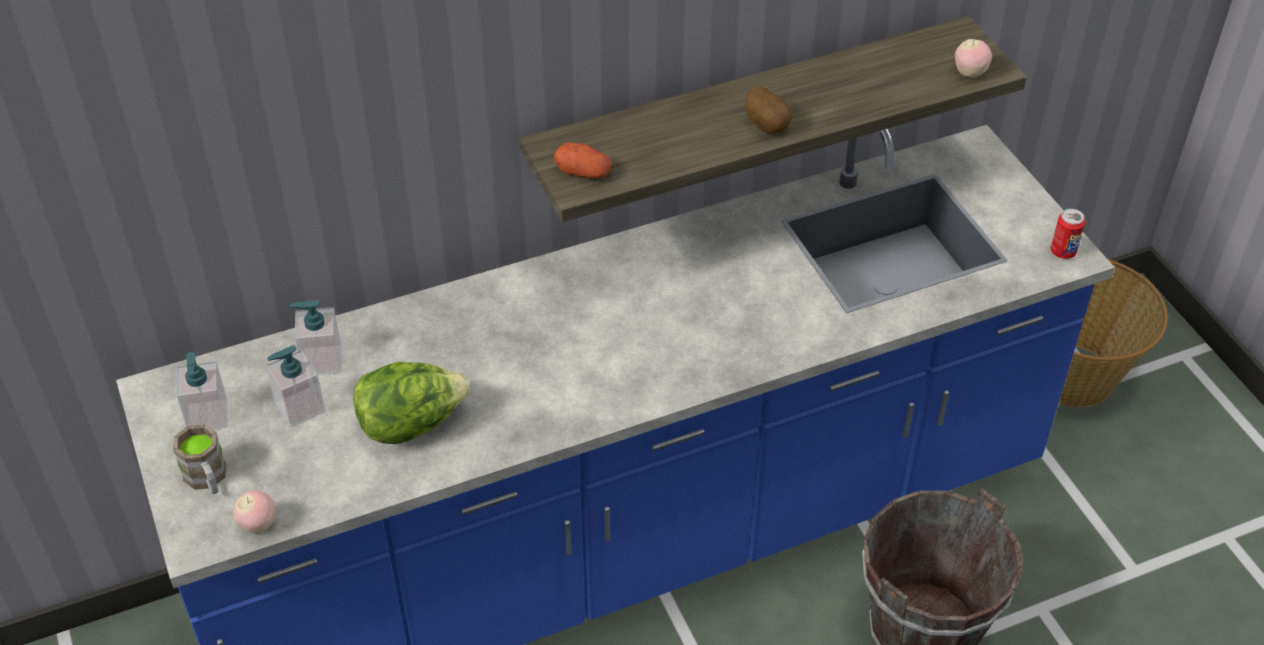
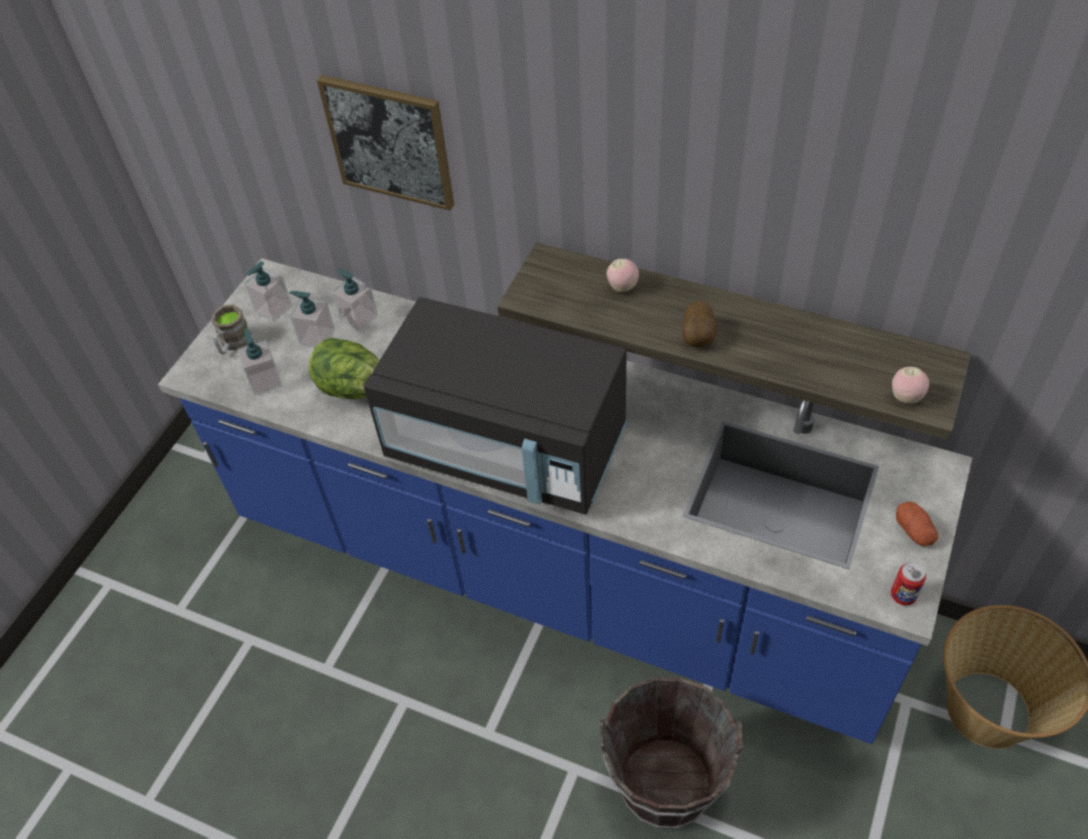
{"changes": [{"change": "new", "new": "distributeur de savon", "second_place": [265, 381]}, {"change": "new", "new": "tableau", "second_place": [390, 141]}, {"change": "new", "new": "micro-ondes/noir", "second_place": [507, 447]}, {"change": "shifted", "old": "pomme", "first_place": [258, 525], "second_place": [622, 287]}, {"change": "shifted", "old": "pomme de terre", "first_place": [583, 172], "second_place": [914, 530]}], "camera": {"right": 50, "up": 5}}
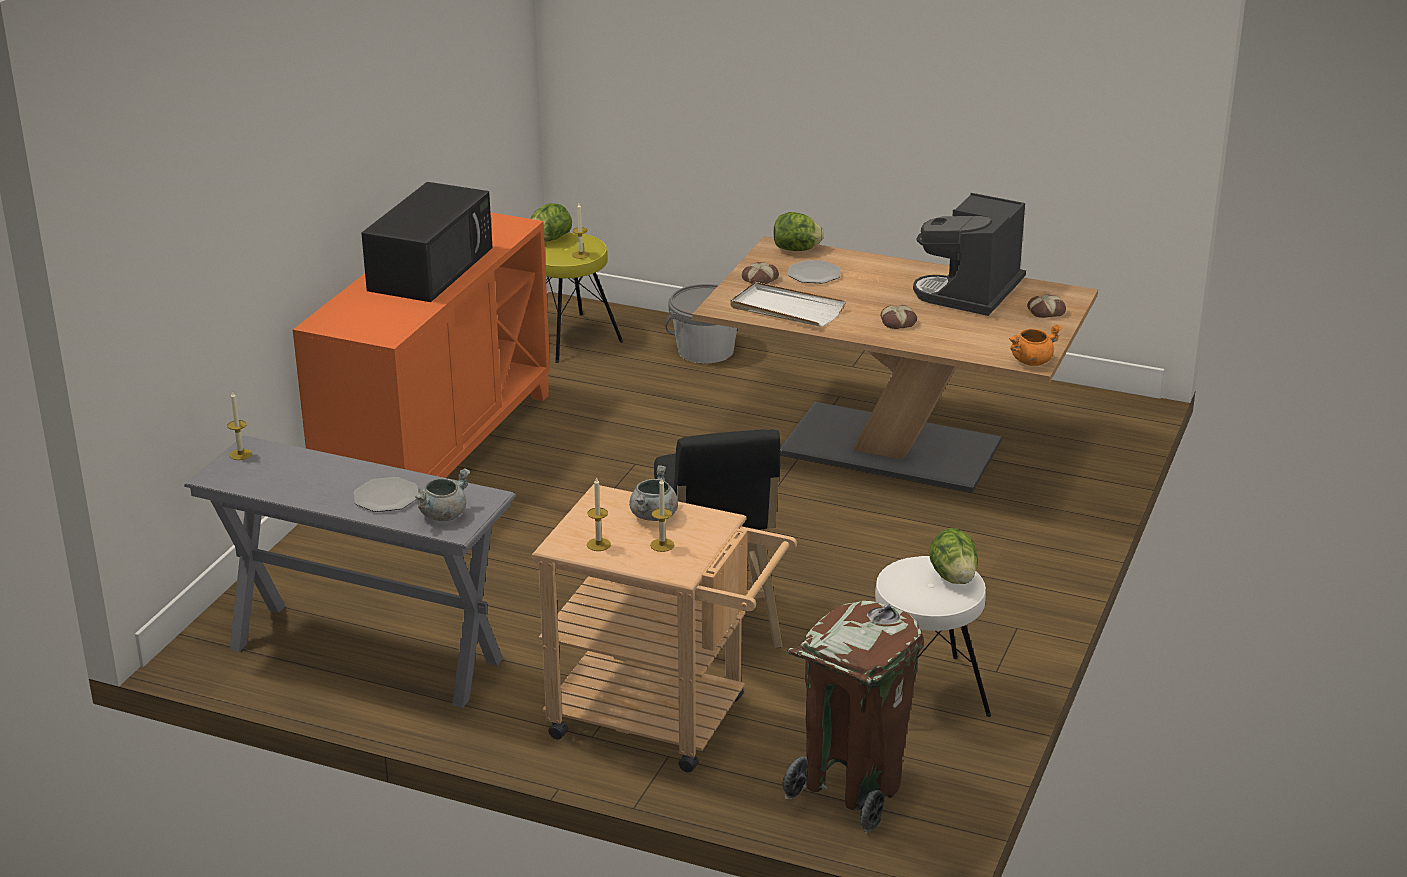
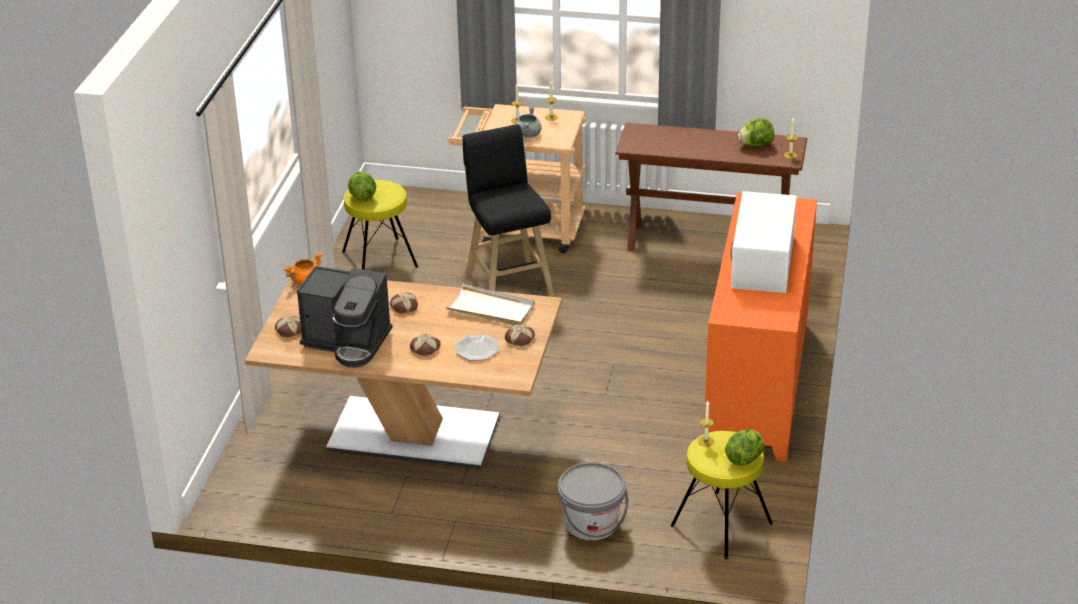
{"changes": [{"change": "gone", "old": "assiette", "first_place": [386, 497]}, {"change": "gone", "old": "marmite/gris", "first_place": [443, 514]}, {"change": "gone", "old": "poubelle/marron", "first_place": [851, 790]}, {"change": "new", "new": "pain", "second_place": [425, 348]}, {"change": "shifted", "old": "laitue", "first_place": [796, 249], "second_place": [755, 145]}, {"change": "repainted", "old": "table console/gris", "new": "table console/marron", "first_place": [365, 653], "second_place": [707, 243]}, {"change": "repainted", "old": "micro-ondes/noir", "new": "micro-ondes/blanc", "first_place": [431, 268], "second_place": [763, 262]}, {"change": "repainted", "old": "tabouret/blanc", "new": "tabouret/jaune", "first_place": [923, 693], "second_place": [380, 259]}, {"change": "rotated", "old": "machine à café", "first_place": [971, 293], "second_place": [348, 342], "degrees": 90}], "camera": {"right": 170, "up": 5}}
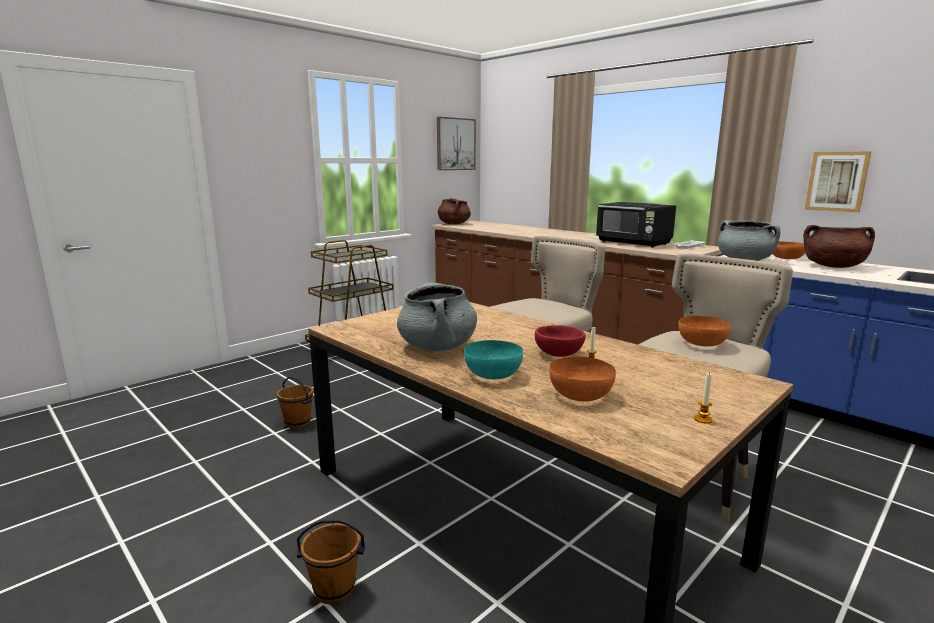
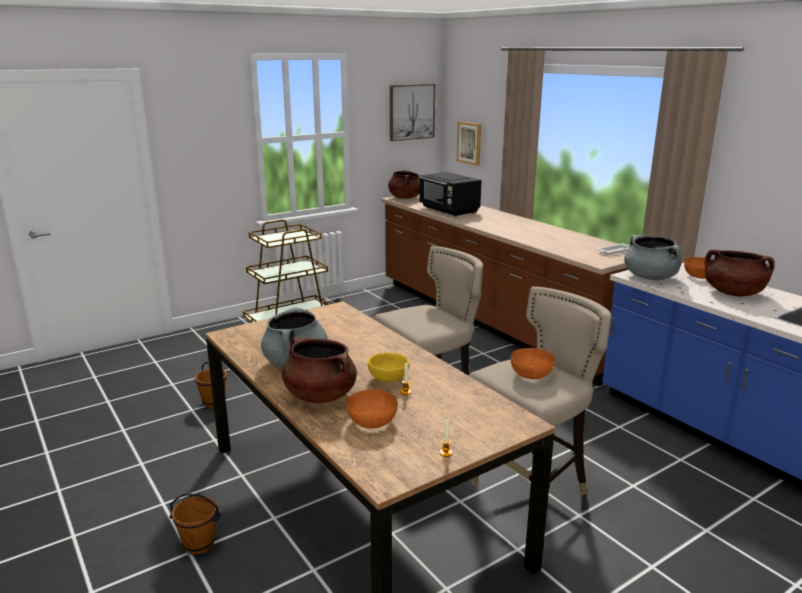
{"changes": [{"change": "shifted", "old": "micro-ondes/noir", "first_place": [633, 243], "second_place": [449, 210]}, {"change": "shifted", "old": "tableau", "first_place": [837, 181], "second_place": [469, 143]}, {"change": "swapped", "old": "bol/turquoise", "new": "marmite/marron", "first_place": [492, 374], "second_place": [319, 395]}, {"change": "repainted", "old": "bol/rouge", "new": "bol/jaune", "first_place": [557, 354], "second_place": [387, 378]}], "camera": {"right": 10, "up": 5}}
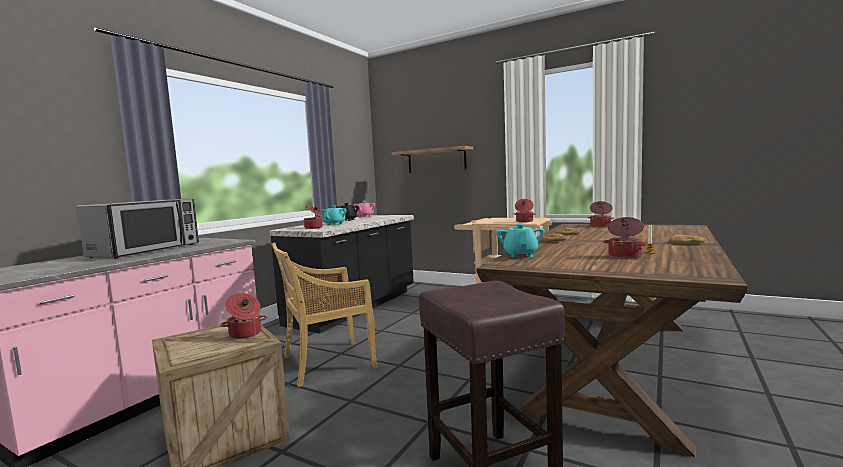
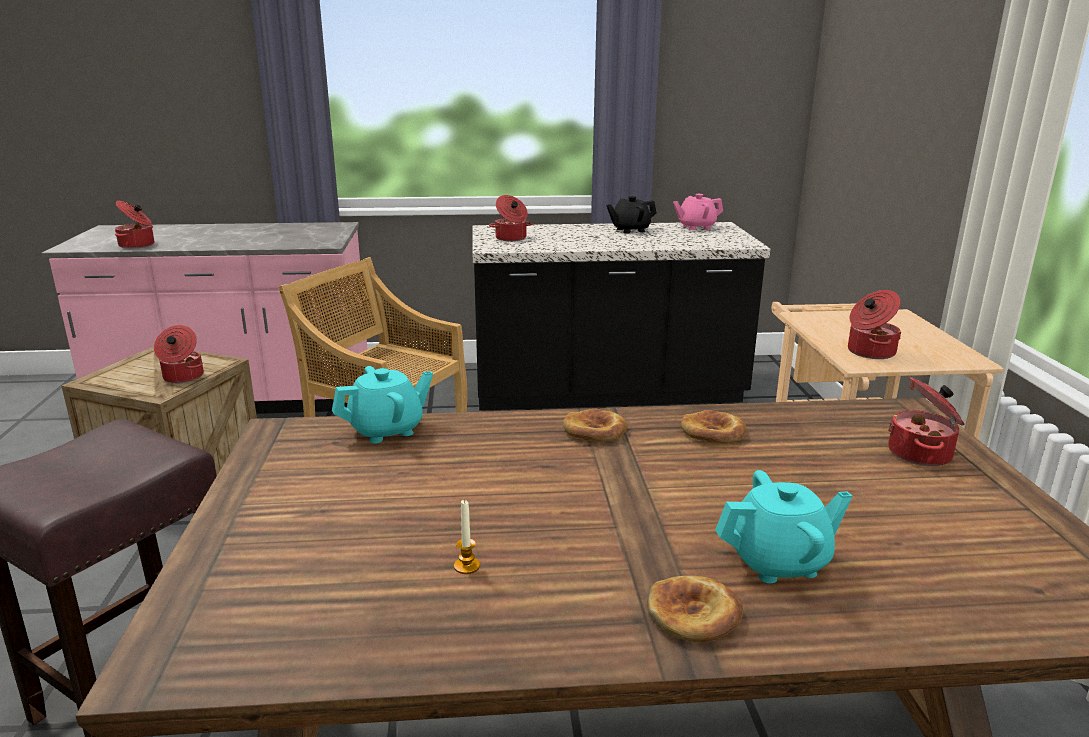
{"changes": [{"change": "gone", "old": "micro-ondes", "first_place": [147, 250]}, {"change": "gone", "old": "étagère", "first_place": [436, 160]}, {"change": "shifted", "old": "théière/turquoise", "first_place": [335, 224], "second_place": [779, 562]}, {"change": "shifted", "old": "marmite", "first_place": [625, 256], "second_place": [137, 245]}], "camera": {"right": 55, "up": 15}}
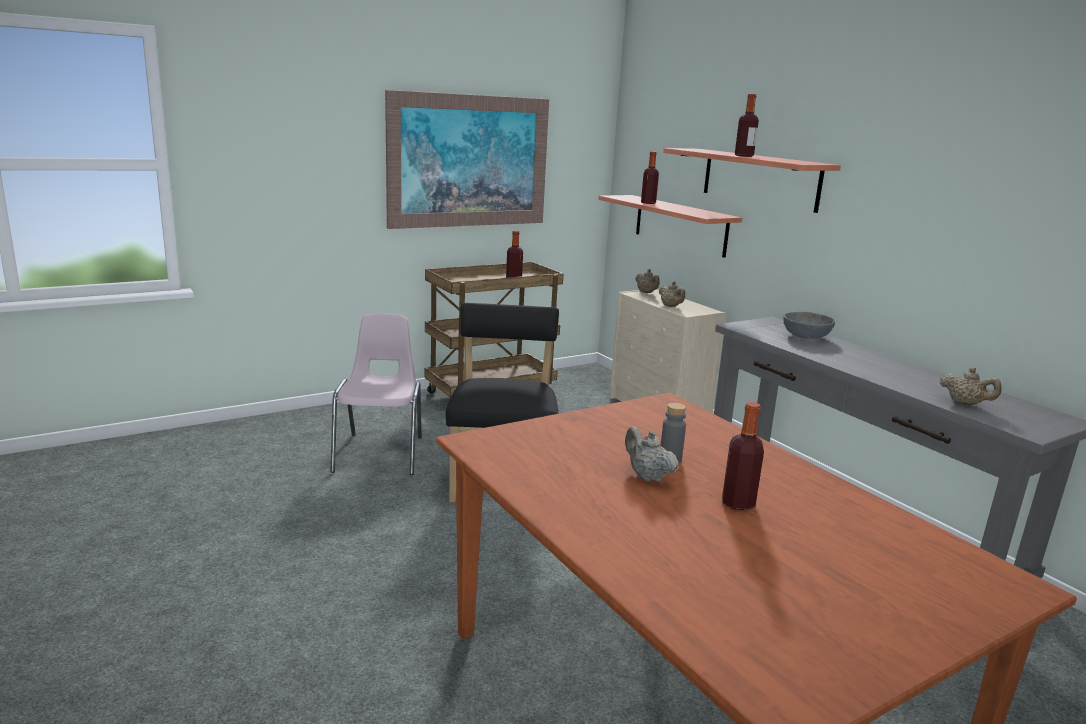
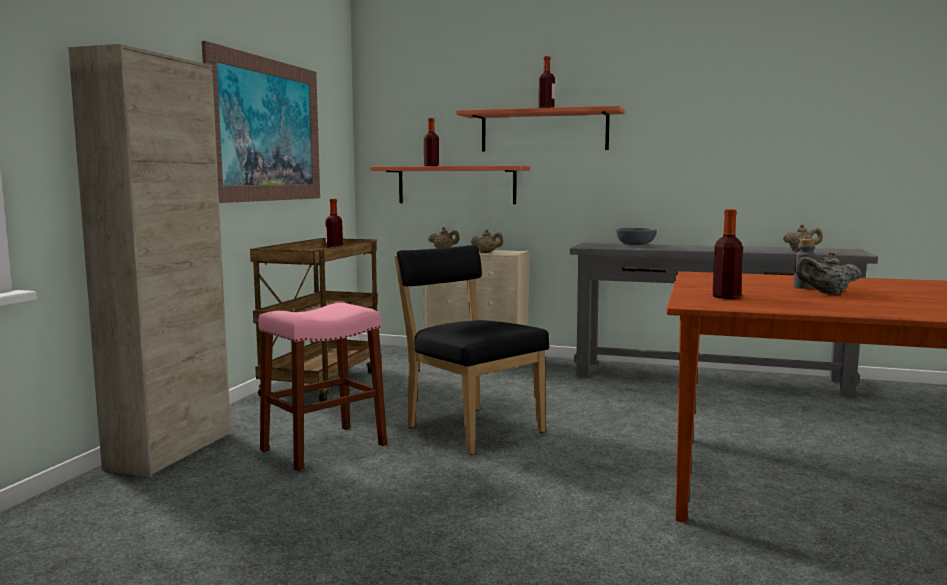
{"changes": [{"change": "new", "new": "meuble de rangement/beige", "second_place": [171, 451]}, {"change": "shifted", "old": "bouteille", "first_place": [738, 503], "second_place": [726, 297]}, {"change": "swapped", "old": "chaise/rose", "new": "tabouret/rose", "first_place": [380, 453], "second_place": [324, 447]}], "camera": {"right": -40, "up": -10}}
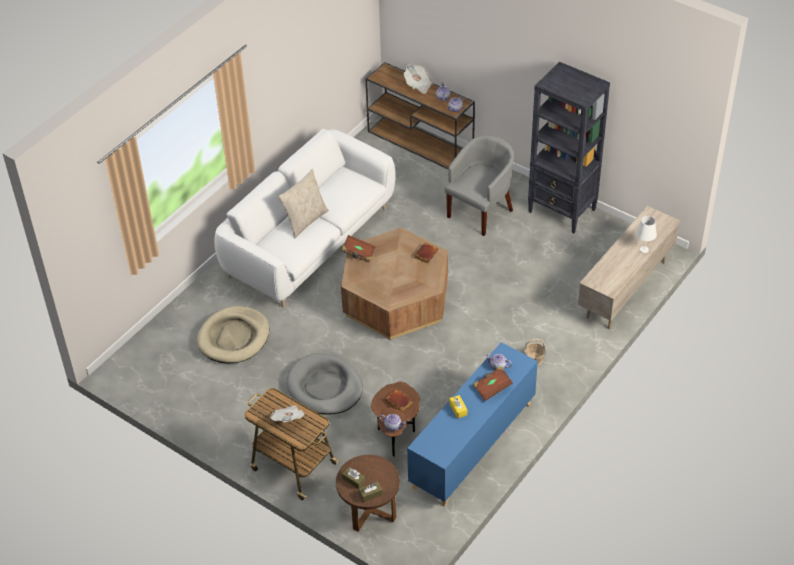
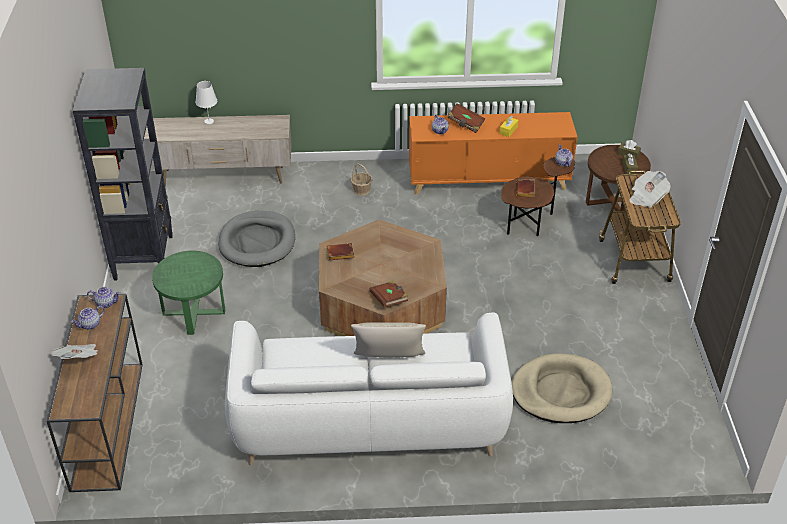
{"changes": [{"change": "shifted", "old": "panier pour chien/gris", "first_place": [324, 387], "second_place": [257, 242]}, {"change": "swapped", "old": "fauteuil/gris", "new": "table d'appoint/vert", "first_place": [480, 211], "second_place": [194, 312]}, {"change": "repainted", "old": "meuble de rangement/bleu", "new": "meuble de rangement/orange", "first_place": [472, 445], "second_place": [489, 180]}], "camera": {"right": -130, "up": -5}}
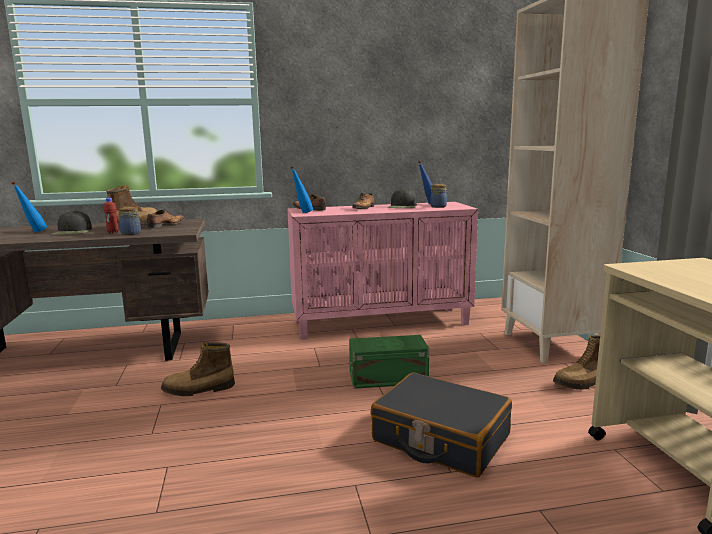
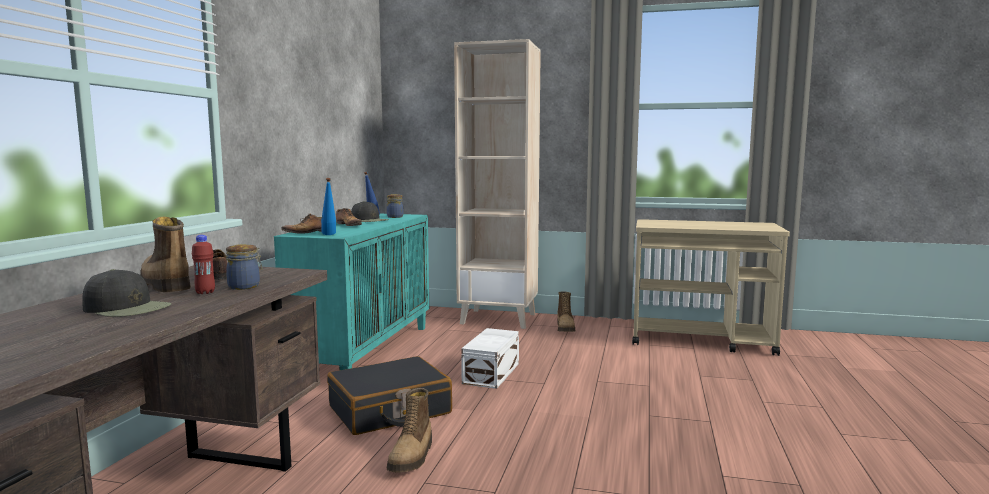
{"changes": [{"change": "gone", "old": "bouteille/bleu", "first_place": [33, 232]}, {"change": "shifted", "old": "valise/noir", "first_place": [440, 438], "second_place": [390, 411]}, {"change": "repainted", "old": "meuble de rangement/rose", "new": "meuble de rangement/turquoise", "first_place": [382, 322], "second_place": [365, 351]}, {"change": "repainted", "old": "boîte de rangement/vert", "new": "boîte de rangement/blanc", "first_place": [389, 378], "second_place": [492, 373]}], "camera": {"right": -65, "up": -5}}
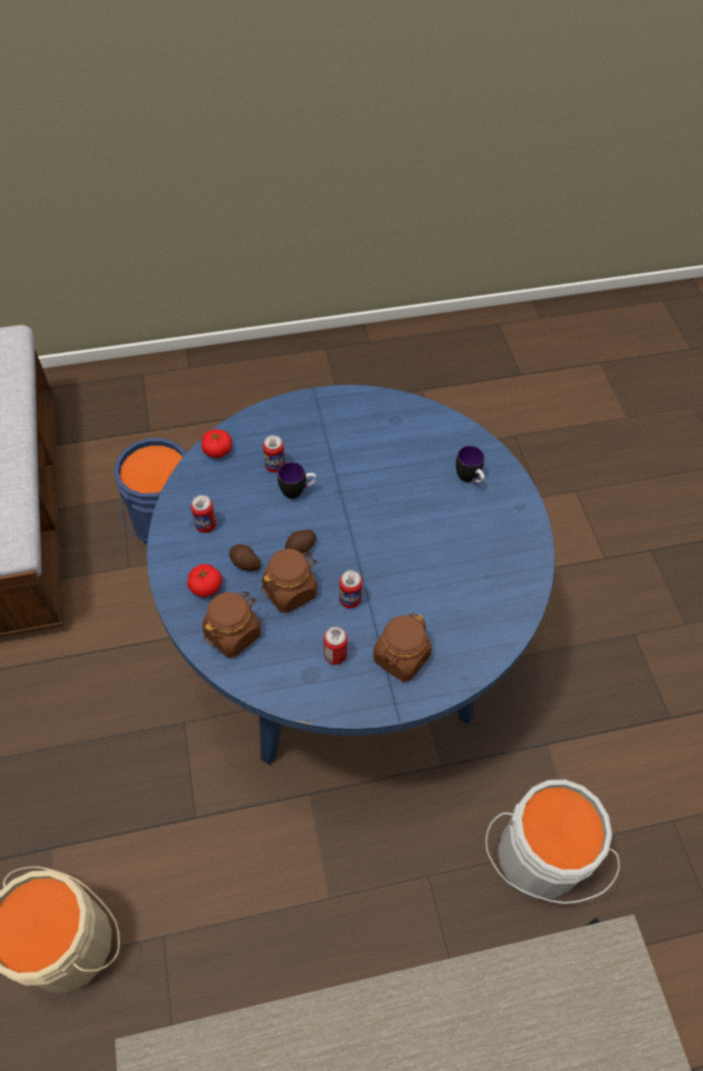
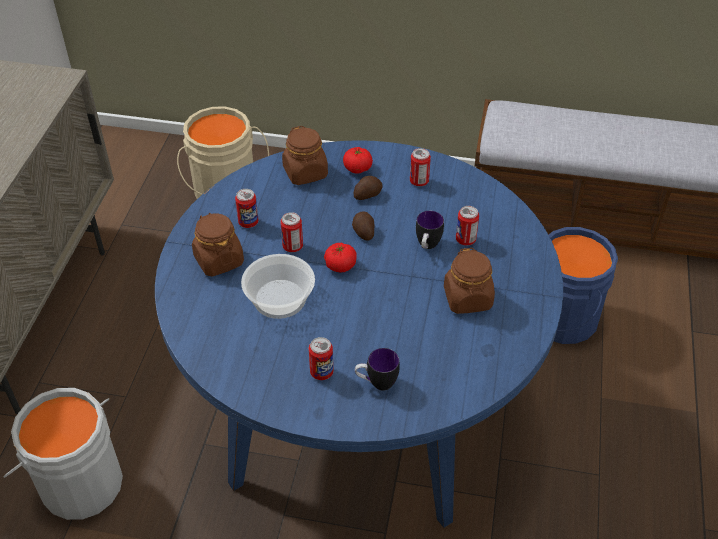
{"changes": [{"change": "new", "new": "bol", "second_place": [278, 299]}, {"change": "new", "new": "boîte métallique", "second_place": [321, 372]}, {"change": "shifted", "old": "tomate", "first_place": [217, 450], "second_place": [340, 265]}, {"change": "shifted", "old": "bocal/marron", "first_place": [290, 591], "second_place": [468, 299]}], "camera": {"right": 115, "up": -10}}
